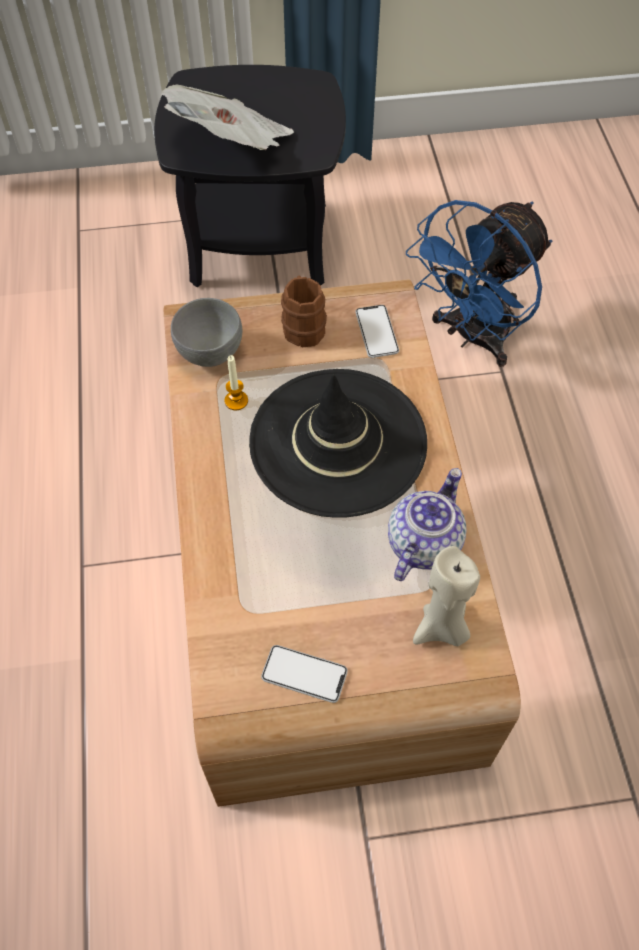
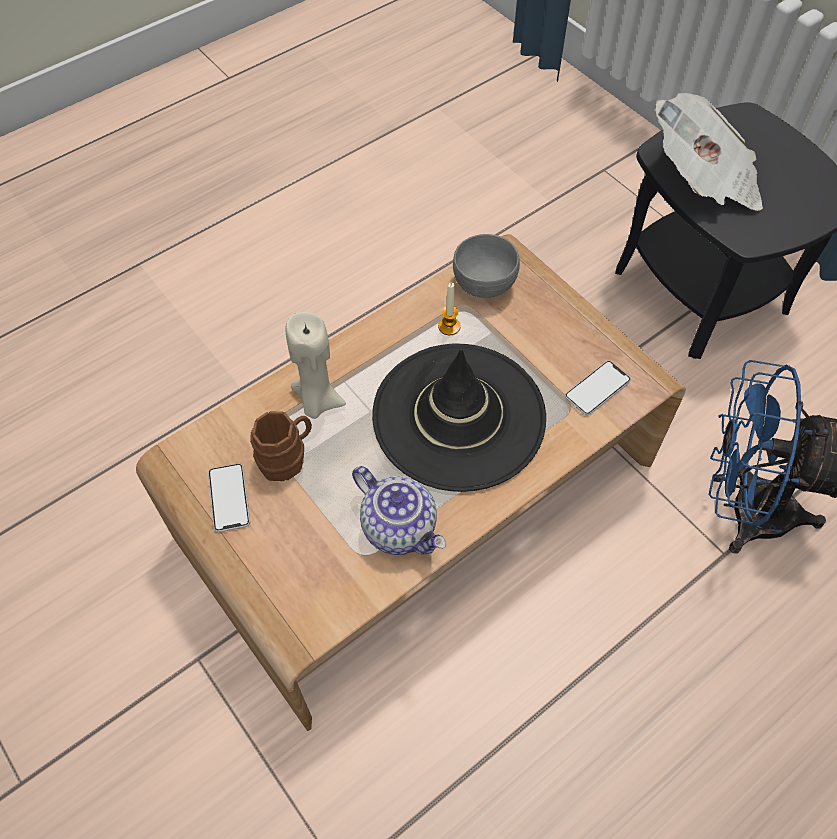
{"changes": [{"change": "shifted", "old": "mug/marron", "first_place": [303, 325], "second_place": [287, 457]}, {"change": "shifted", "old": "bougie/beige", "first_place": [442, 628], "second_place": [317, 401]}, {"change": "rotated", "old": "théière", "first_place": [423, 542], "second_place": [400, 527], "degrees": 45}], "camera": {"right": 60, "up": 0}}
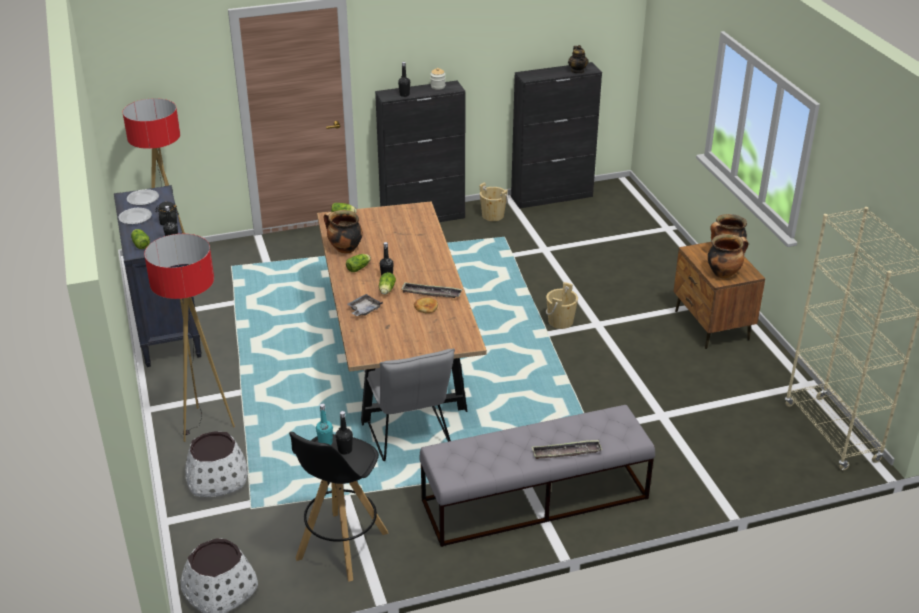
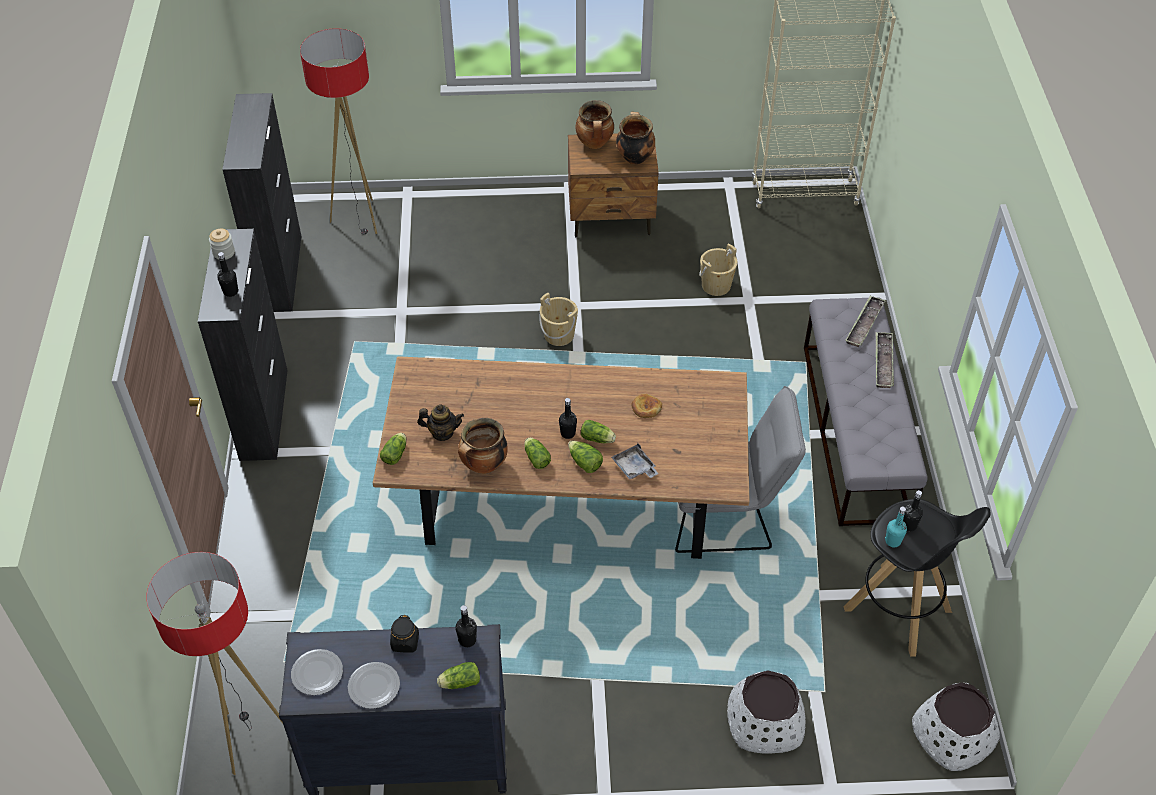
{"changes": [{"change": "new", "new": "laitue", "second_place": [584, 463]}, {"change": "shifted", "old": "lampadaire", "first_place": [205, 425], "second_place": [359, 219]}, {"change": "shifted", "old": "plateau", "first_place": [431, 293], "second_place": [864, 324]}, {"change": "shifted", "old": "seau/beige", "first_place": [493, 215], "second_place": [716, 285]}, {"change": "shifted", "old": "théière", "first_place": [577, 71], "second_place": [442, 433]}], "camera": {"right": -75, "up": 15}}
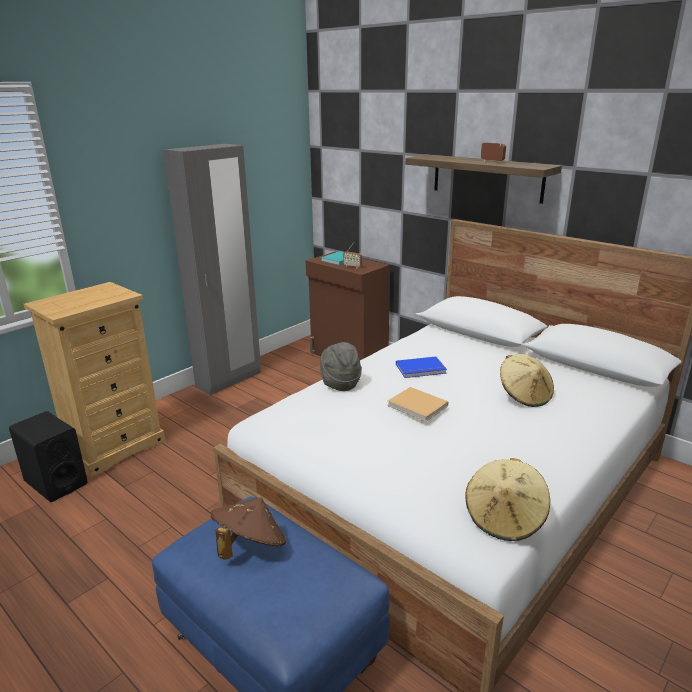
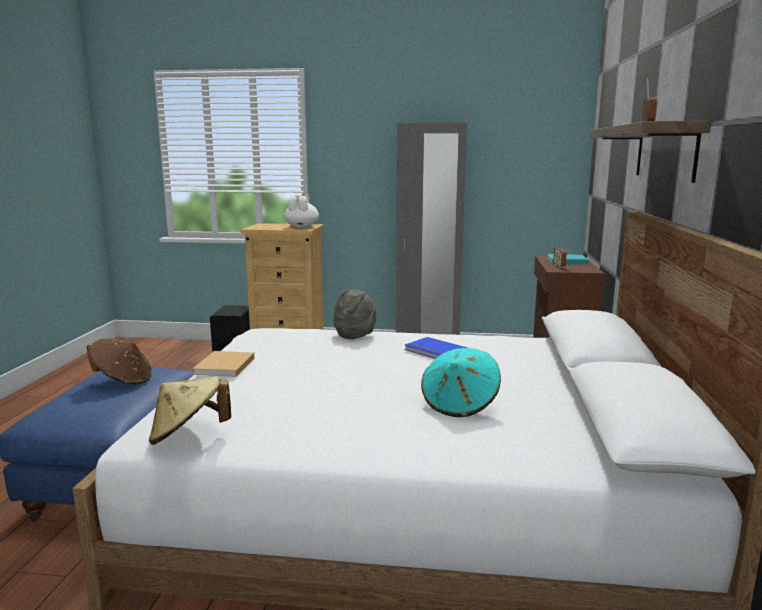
{"changes": [{"change": "new", "new": "théière/blanc", "second_place": [302, 227]}, {"change": "shifted", "old": "livre/beige", "first_place": [419, 406], "second_place": [224, 367]}, {"change": "repainted", "old": "chapeau/beige", "new": "chapeau/turquoise", "first_place": [524, 396], "second_place": [460, 404]}], "camera": {"right": 55, "up": -10}}
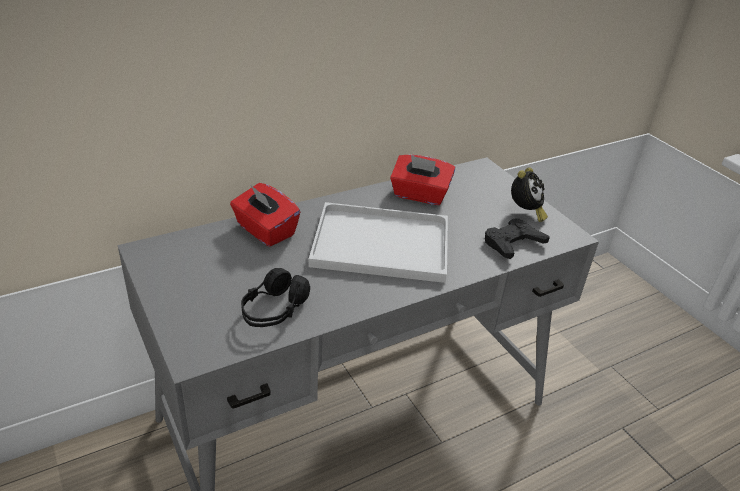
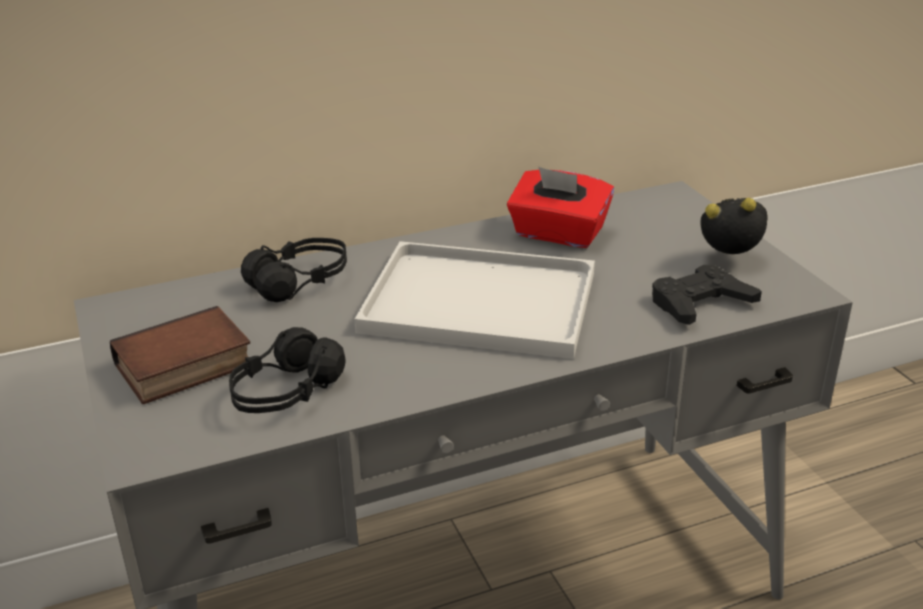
{"changes": [{"change": "new", "new": "livre", "second_place": [183, 367]}, {"change": "swapped", "old": "boîte à mouchoirs/rouge", "new": "casque audio/noir", "first_place": [265, 230], "second_place": [300, 282]}, {"change": "rotated", "old": "réveil", "first_place": [525, 213], "second_place": [730, 259], "degrees": -120}], "camera": {"right": 10, "up": -5}}
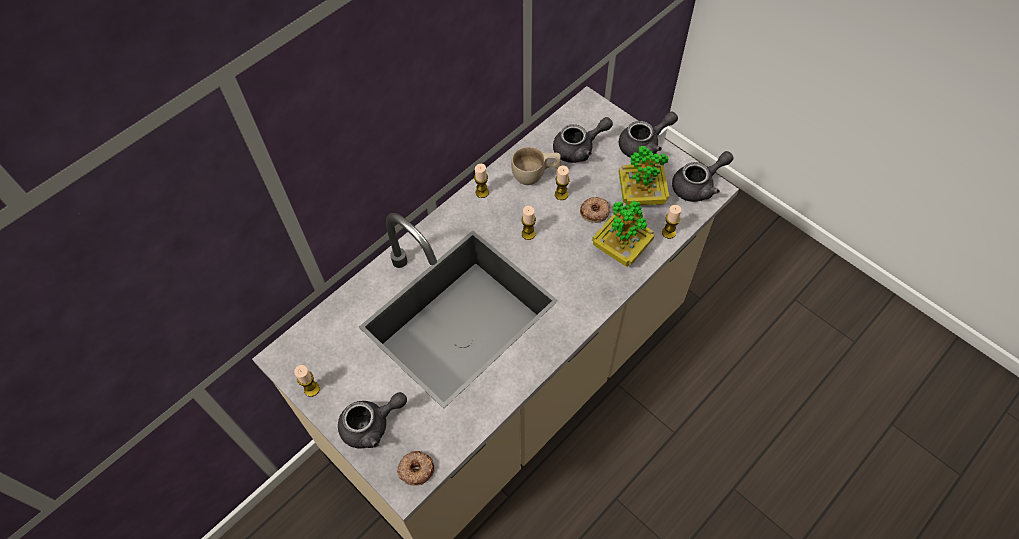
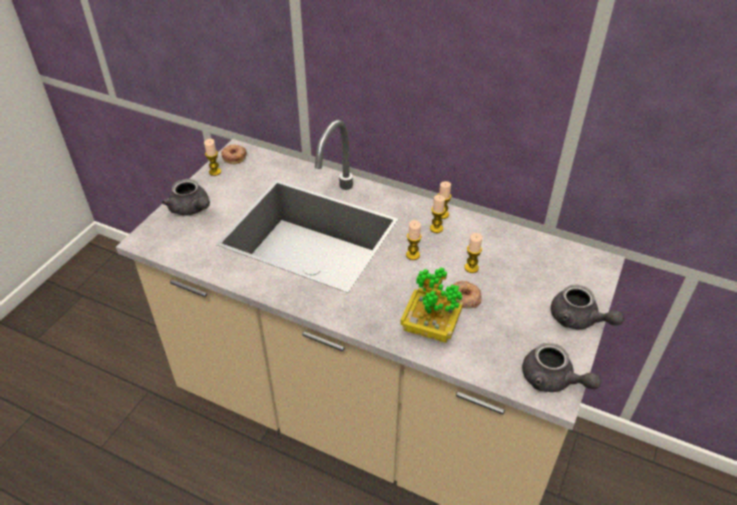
{"changes": [{"change": "gone", "old": "tasse/beige", "first_place": [535, 176]}, {"change": "gone", "old": "théière/gris", "first_place": [579, 149]}, {"change": "gone", "old": "plante en pot", "first_place": [641, 195]}, {"change": "shifted", "old": "beignet", "first_place": [416, 469], "second_place": [234, 156]}, {"change": "shifted", "old": "bougie", "first_place": [668, 232], "second_place": [436, 228]}], "camera": {"right": 70, "up": -15}}
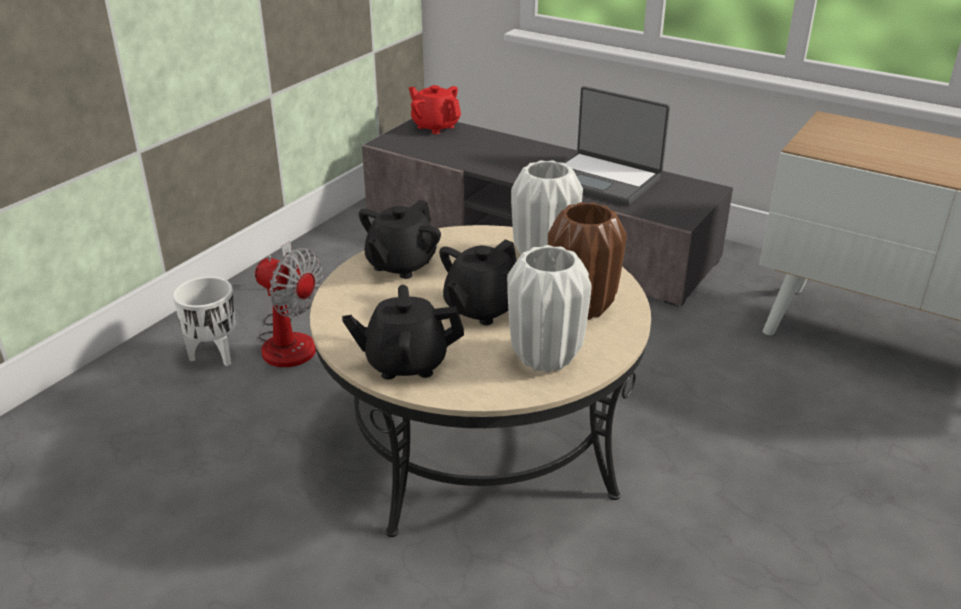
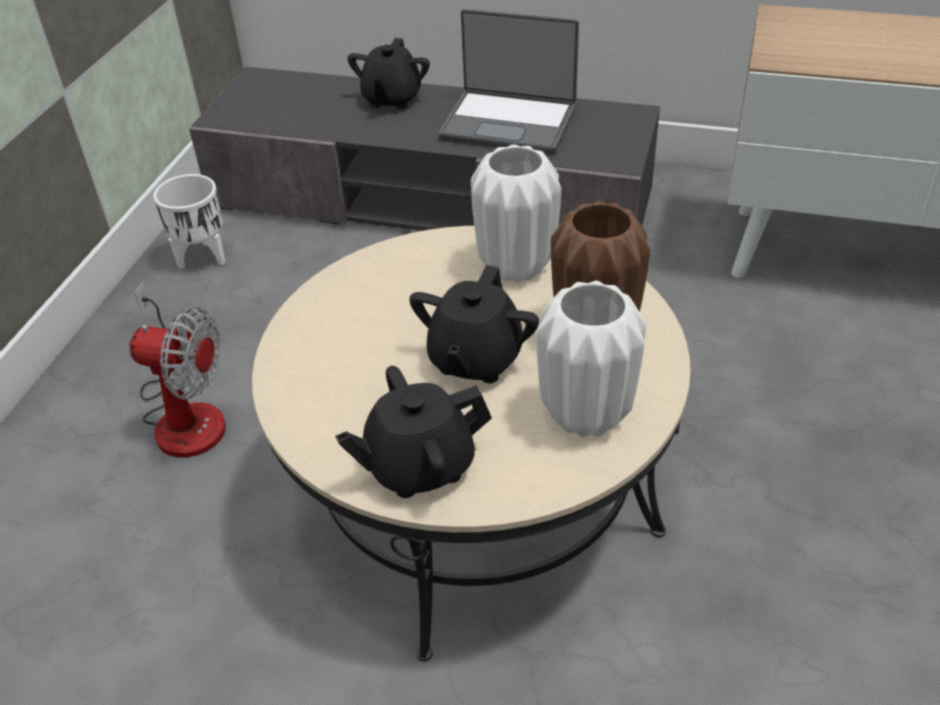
{"changes": [{"change": "gone", "old": "théière/rouge", "first_place": [435, 126]}, {"change": "shifted", "old": "cache-pot/blanc", "first_place": [215, 355], "second_place": [203, 257]}, {"change": "shifted", "old": "théière/noir", "first_place": [400, 265], "second_place": [391, 99]}], "camera": {"right": -15, "up": 10}}
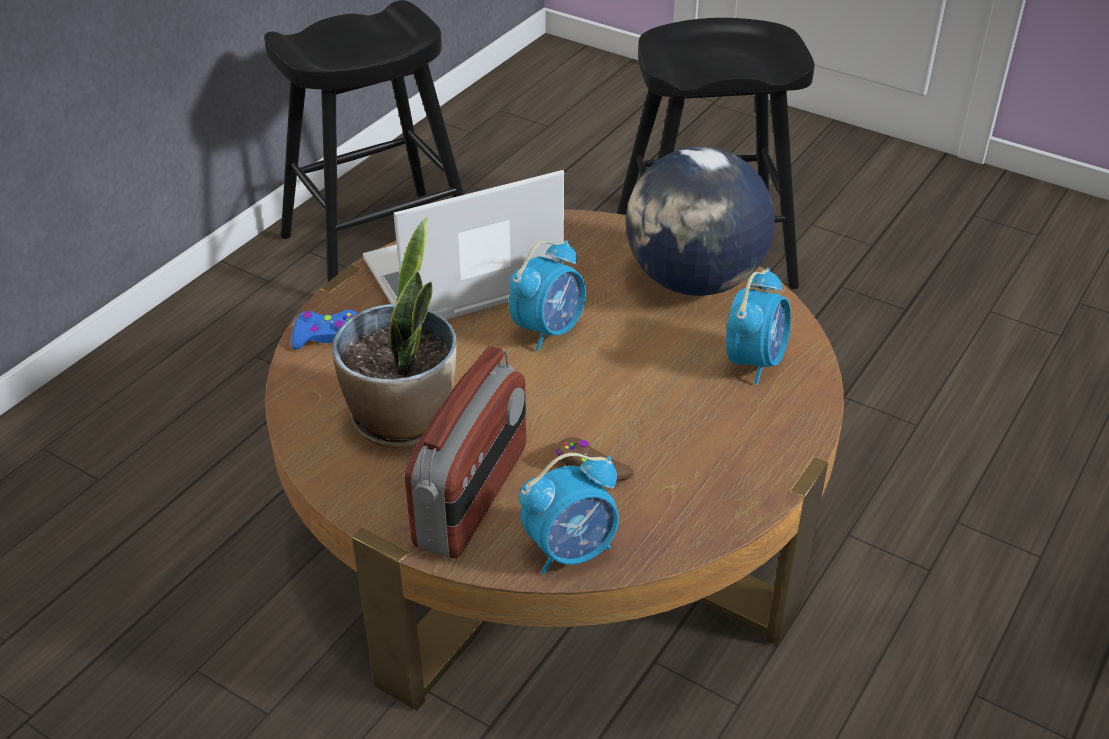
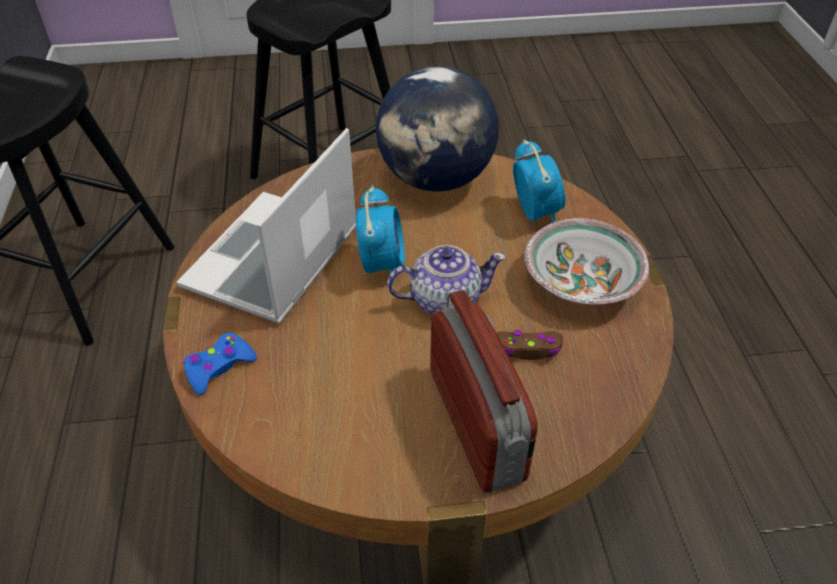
{"changes": [{"change": "gone", "old": "plante en pot", "first_place": [402, 420]}, {"change": "gone", "old": "réveil", "first_place": [571, 550]}, {"change": "new", "new": "théière", "second_place": [444, 300]}, {"change": "new", "new": "bol", "second_place": [581, 282]}], "camera": {"right": -40, "up": 5}}
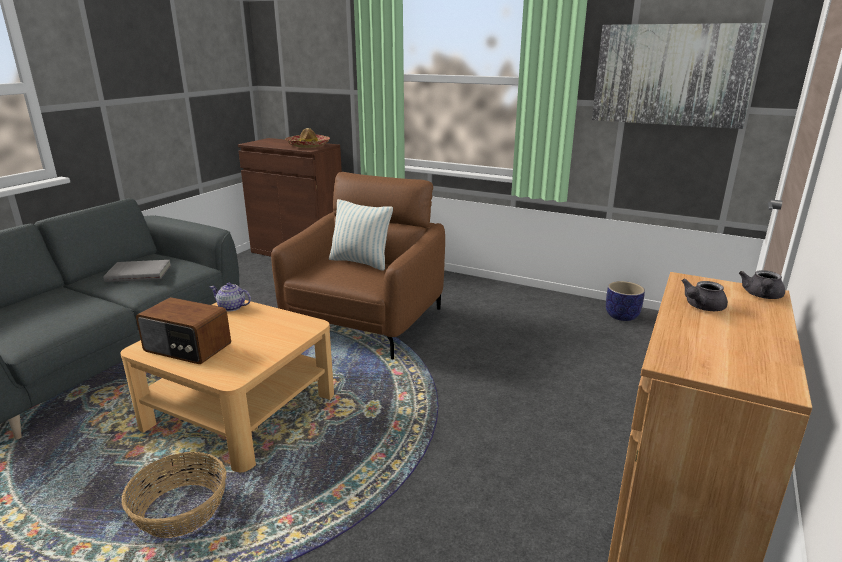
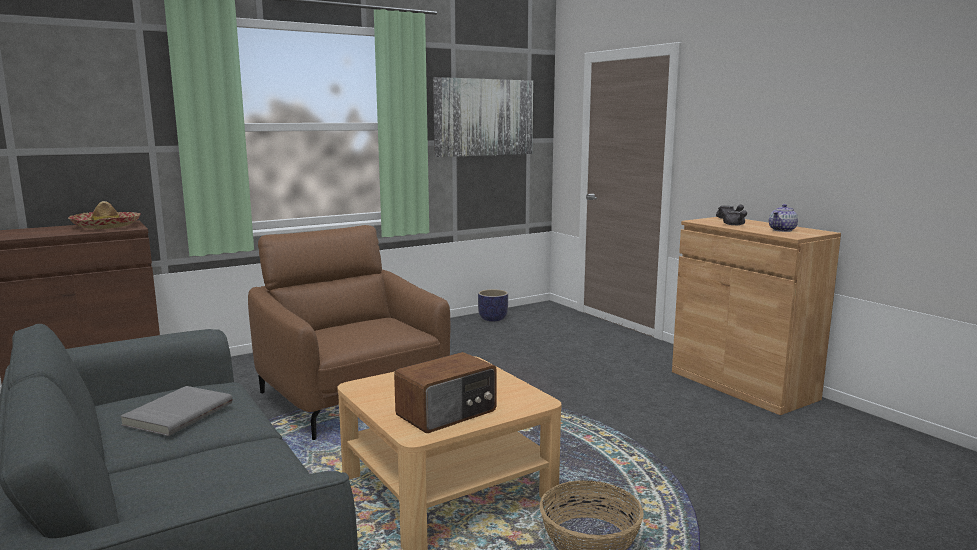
{"changes": [{"change": "gone", "old": "coussin", "first_place": [360, 262]}, {"change": "shifted", "old": "théière", "first_place": [232, 307], "second_place": [782, 230]}], "camera": {"right": -60, "up": -10}}
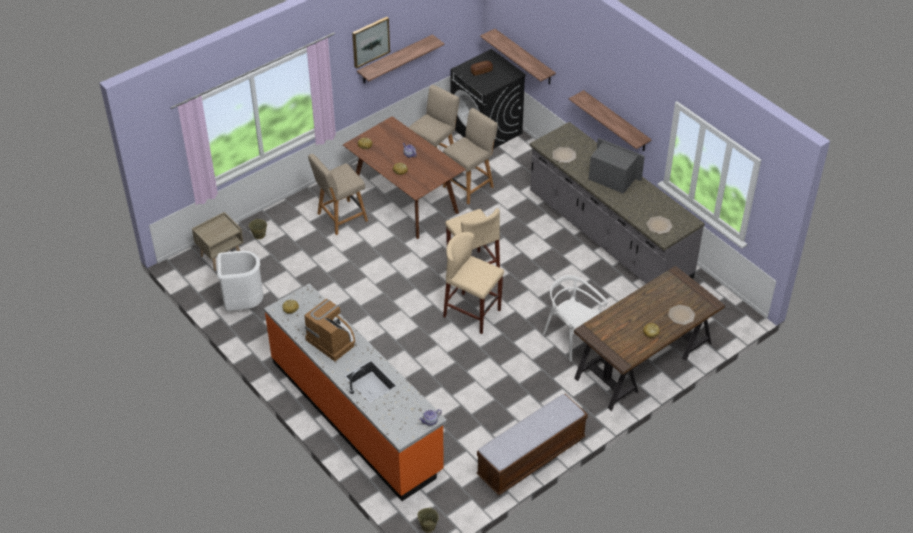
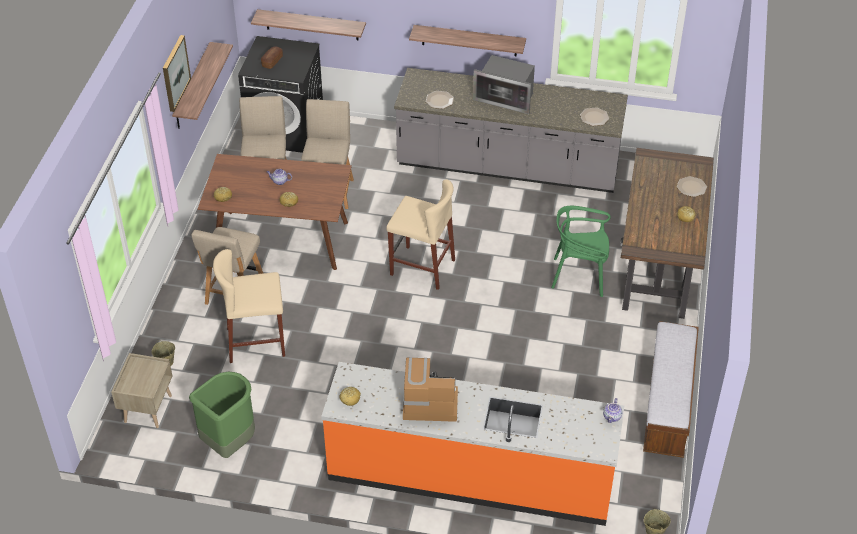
{"changes": [{"change": "shifted", "old": "tabouret/beige", "first_place": [472, 313], "second_place": [256, 342]}, {"change": "repainted", "old": "poubelle/blanc", "new": "poubelle/vert", "first_place": [243, 304], "second_place": [229, 443]}, {"change": "repainted", "old": "chaise/blanc", "new": "chaise/vert", "first_place": [571, 338], "second_place": [579, 275]}, {"change": "rotated", "old": "micro-ondes", "first_place": [612, 178], "second_place": [506, 98], "degrees": -150}], "camera": {"right": -40, "up": 0}}
